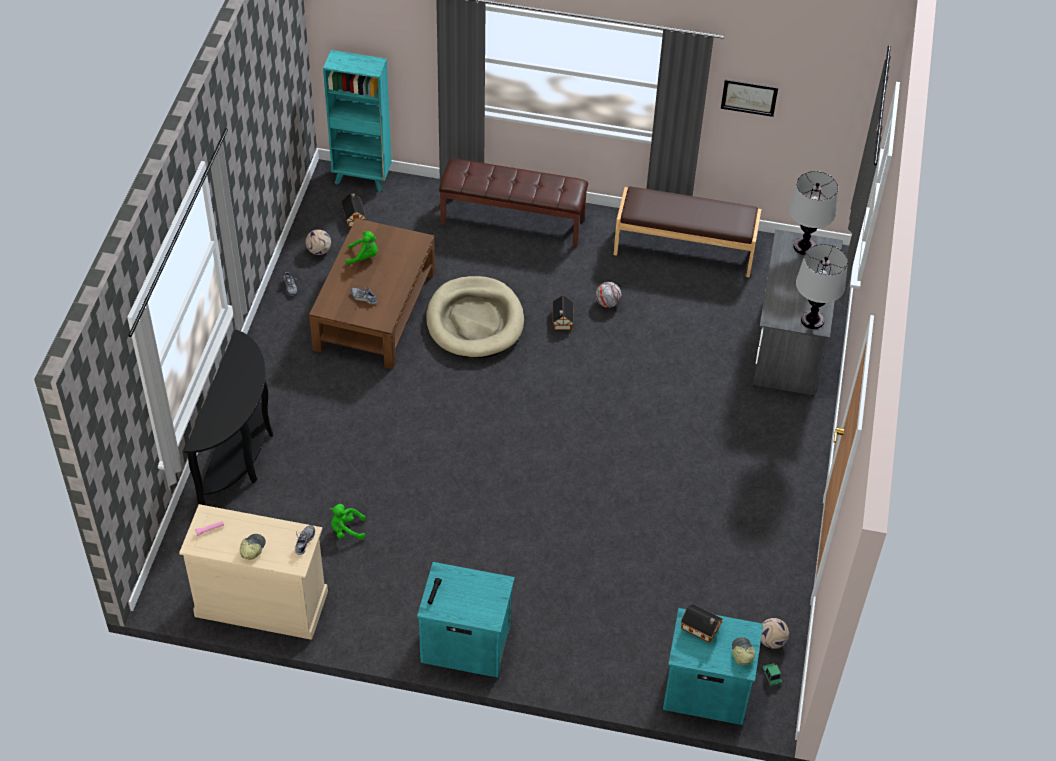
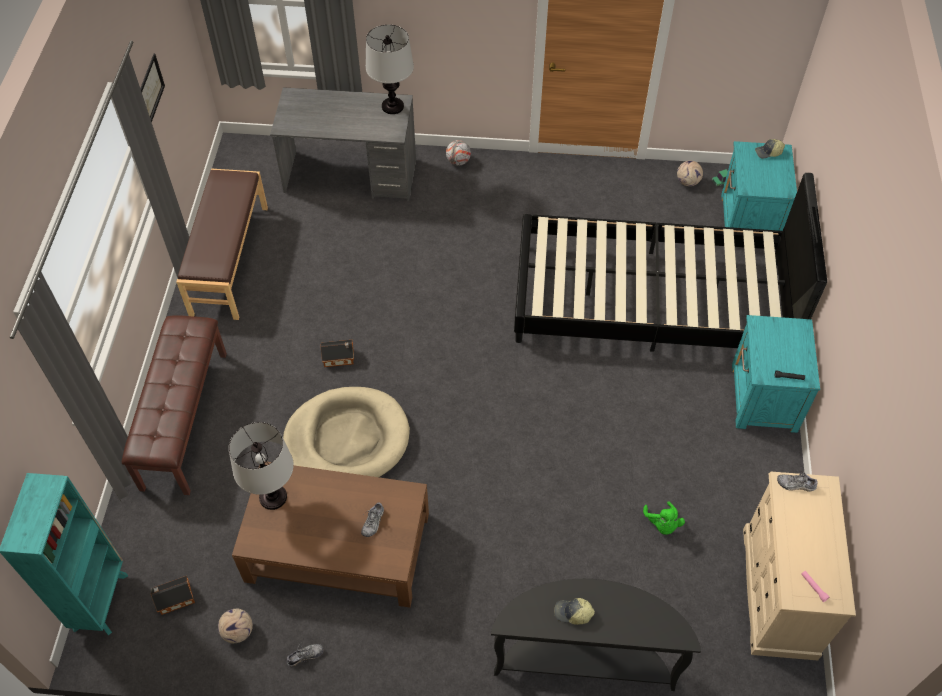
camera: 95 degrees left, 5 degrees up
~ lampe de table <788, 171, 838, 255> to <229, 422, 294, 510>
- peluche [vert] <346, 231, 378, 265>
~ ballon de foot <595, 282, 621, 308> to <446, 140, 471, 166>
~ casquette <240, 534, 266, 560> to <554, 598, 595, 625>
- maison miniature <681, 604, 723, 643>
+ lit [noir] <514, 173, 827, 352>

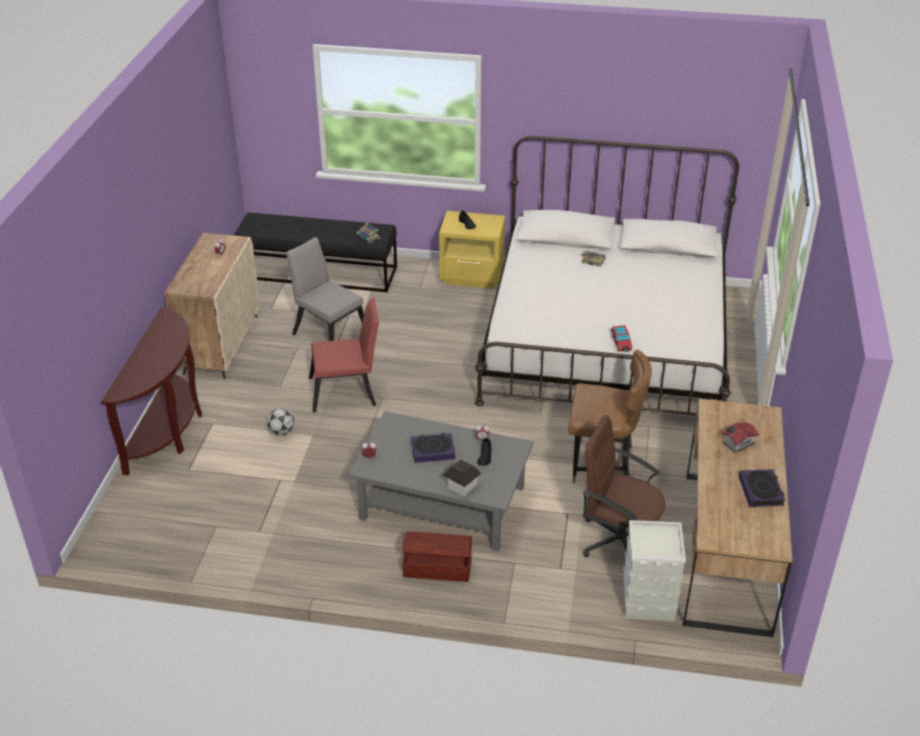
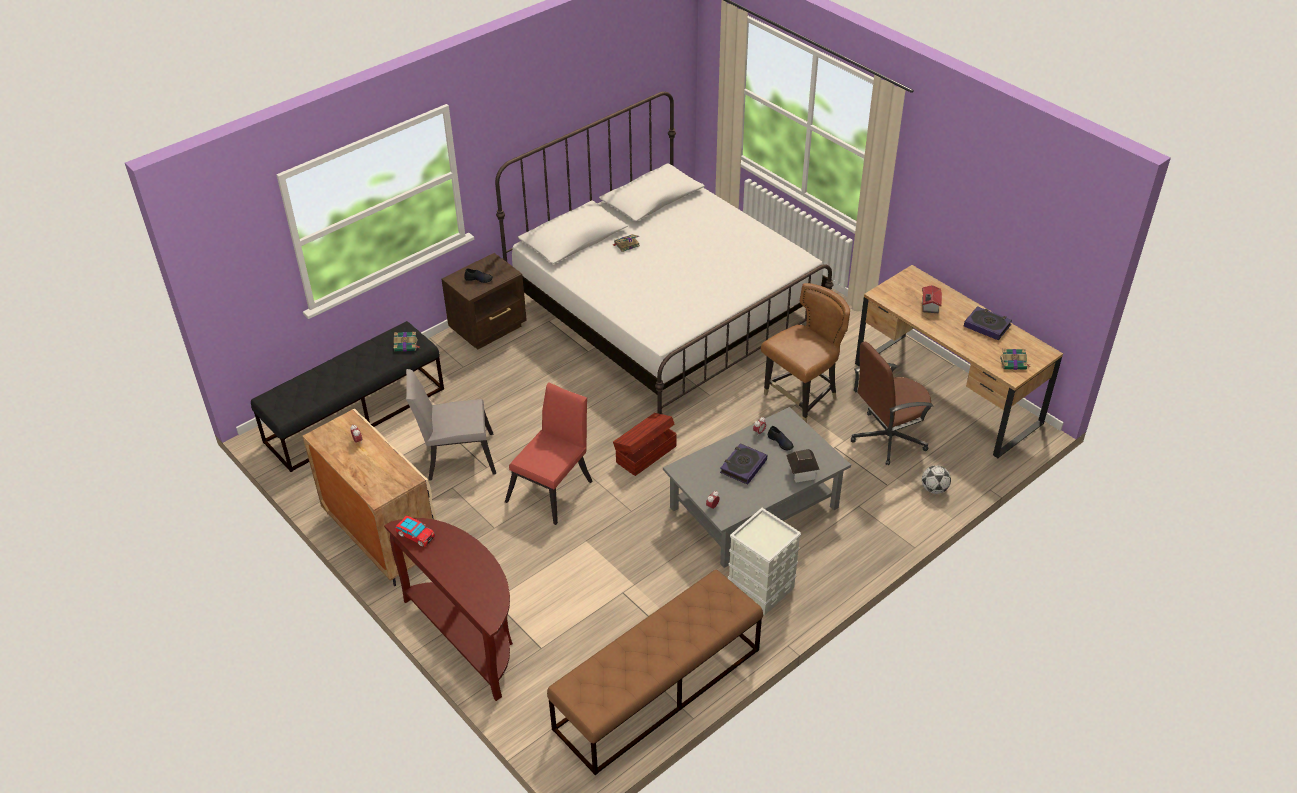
camera: 50 degrees left, 5 degrees up
~ table de chevet [jaune] <439, 211, 505, 289> to table de chevet [marron] <441, 253, 527, 349>
~ petite voiture <611, 325, 632, 351> to <395, 516, 435, 547>
~ ballon de foot <267, 408, 294, 436> to <922, 465, 951, 494>
~ boîte de rangement [gris] <623, 520, 686, 621> to <728, 508, 801, 616>
~ boîte de rangement [marron] <402, 531, 472, 582> to <613, 413, 677, 476>
+ livre <1000, 349, 1031, 370>
+ banc [marron] <547, 569, 763, 775>

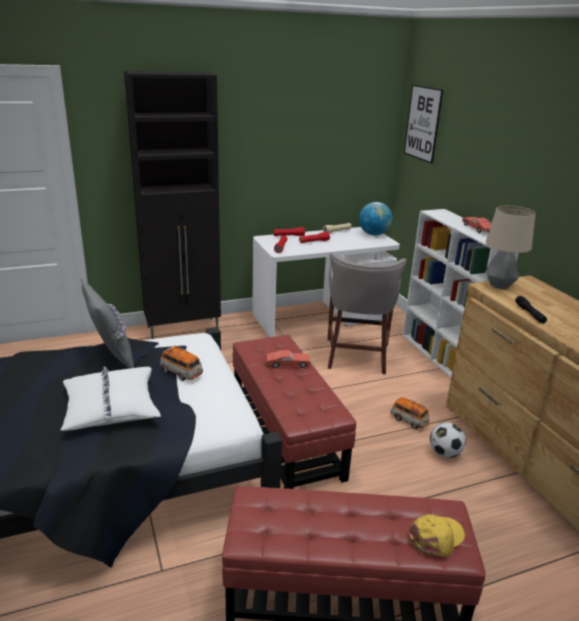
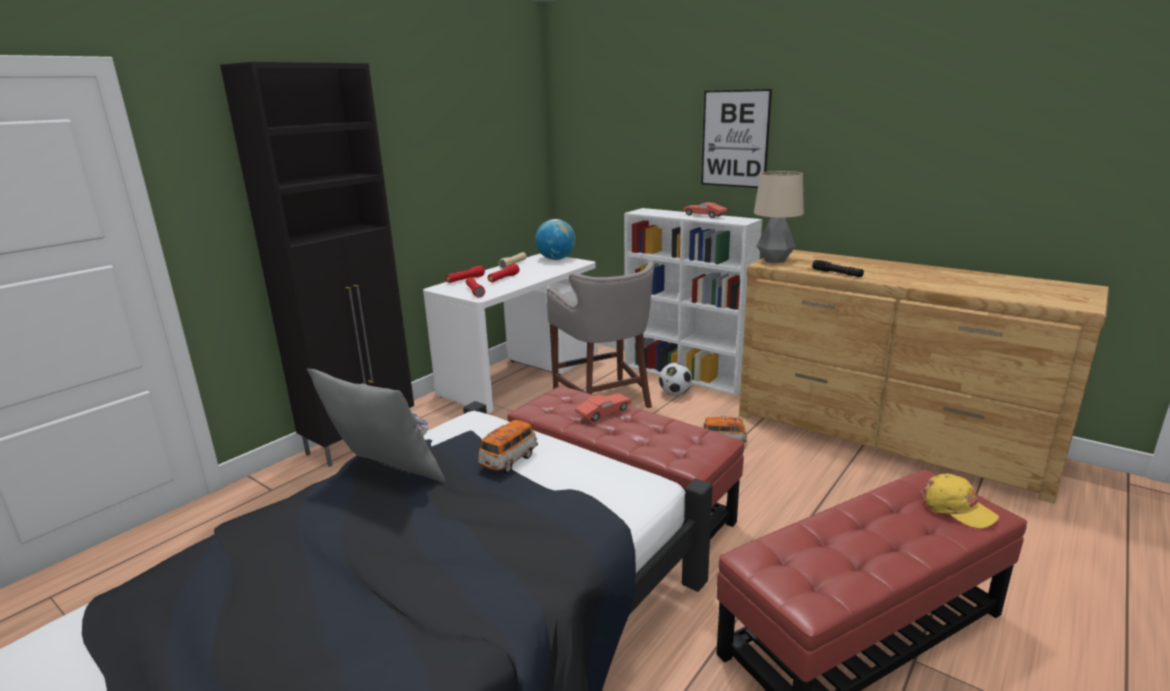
camera: 30 degrees left, 5 degrees down
~ tableau <404, 85, 443, 163> to <701, 89, 772, 188>
~ petite voiture <160, 346, 203, 381> = <478, 420, 538, 474> 60 degrees counterclockwise
- coussin [blanc] <61, 366, 161, 431>
~ ballon de foot <430, 422, 466, 458> to <659, 363, 692, 396>
~ casquette [jaune] <409, 514, 465, 557> = <921, 474, 999, 529> 120 degrees clockwise

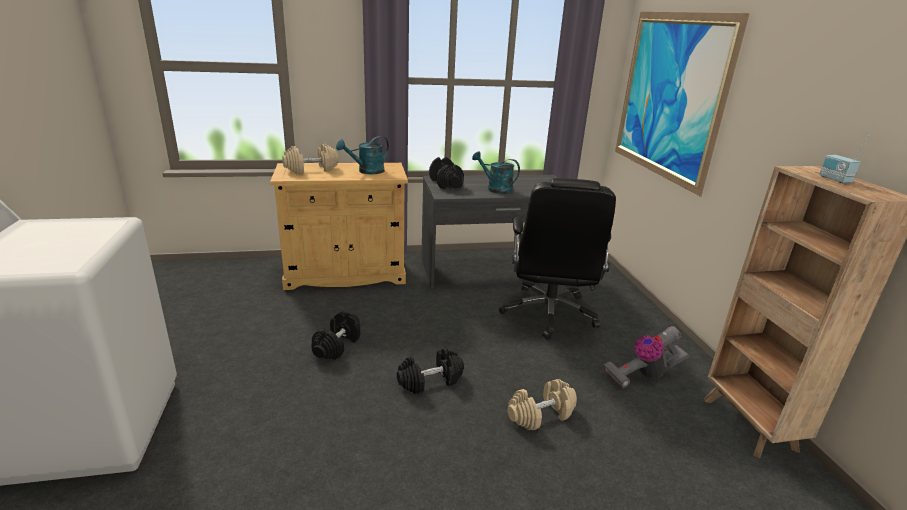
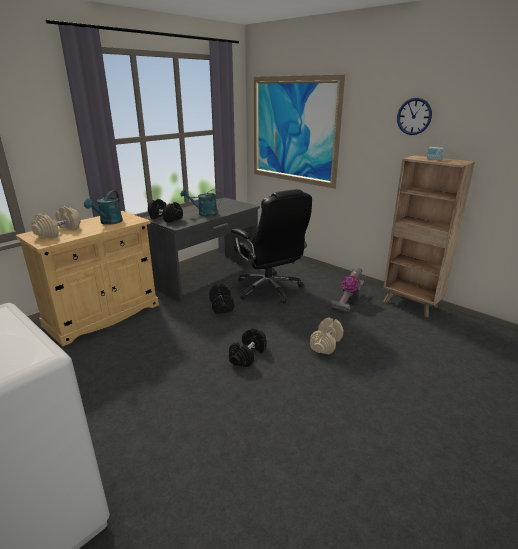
camera: 35 degrees left, 0 degrees up
~ haltère [noir] <311, 312, 360, 360> to <209, 284, 234, 314>
+ horloge murale <397, 98, 432, 135>

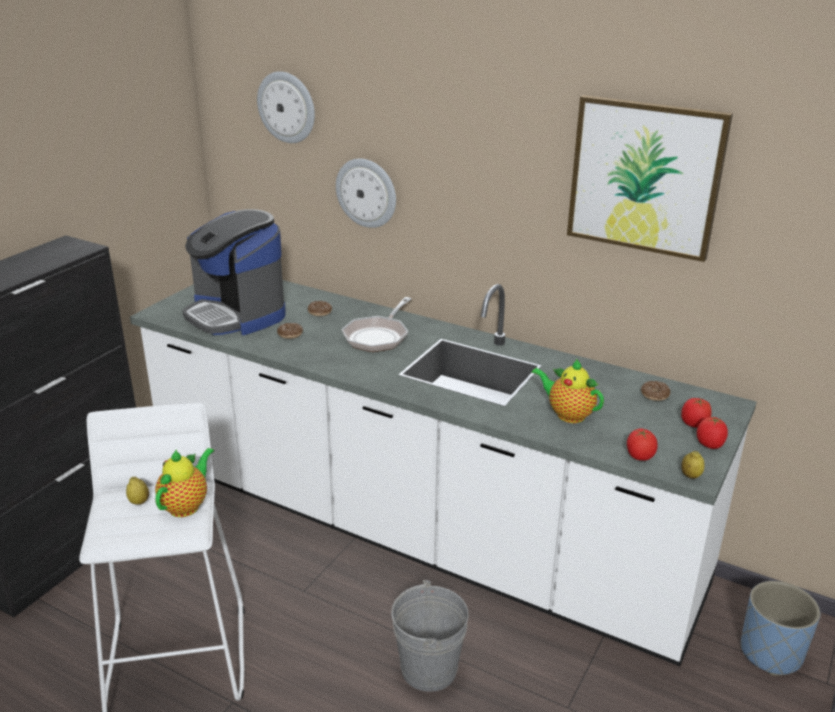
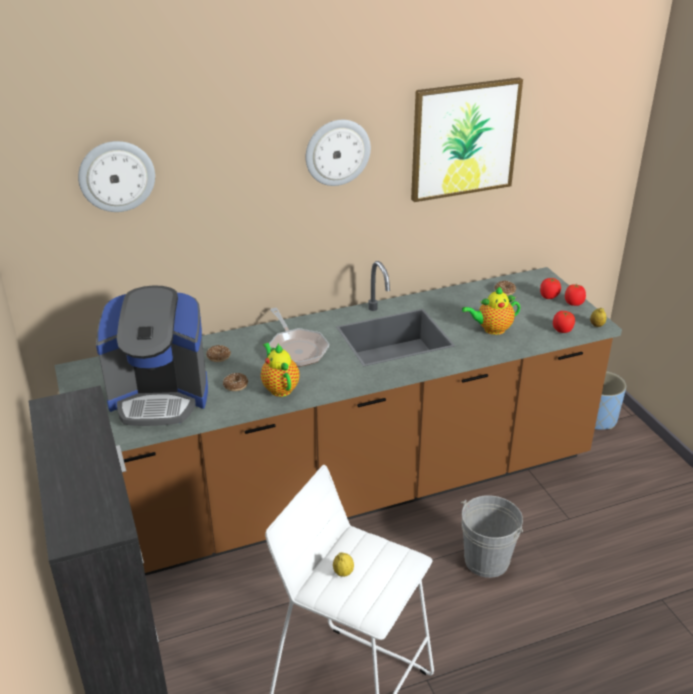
camera: 50 degrees left, 5 degrees up
~ horloge murale <336, 159, 396, 228> to <306, 120, 371, 186>
~ comptoir de cuisine [blanc] <130, 280, 757, 666> to comptoir de cuisine [marron] <55, 261, 622, 576>
~ théière <155, 448, 214, 517> to <261, 343, 300, 397>

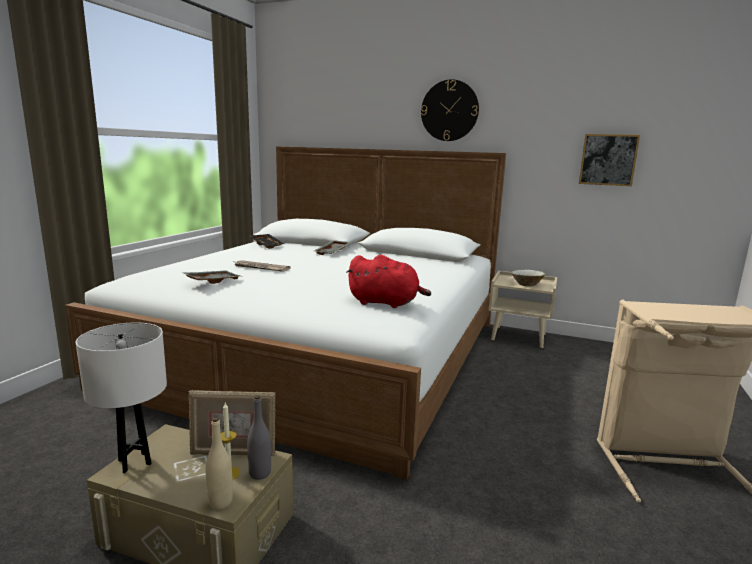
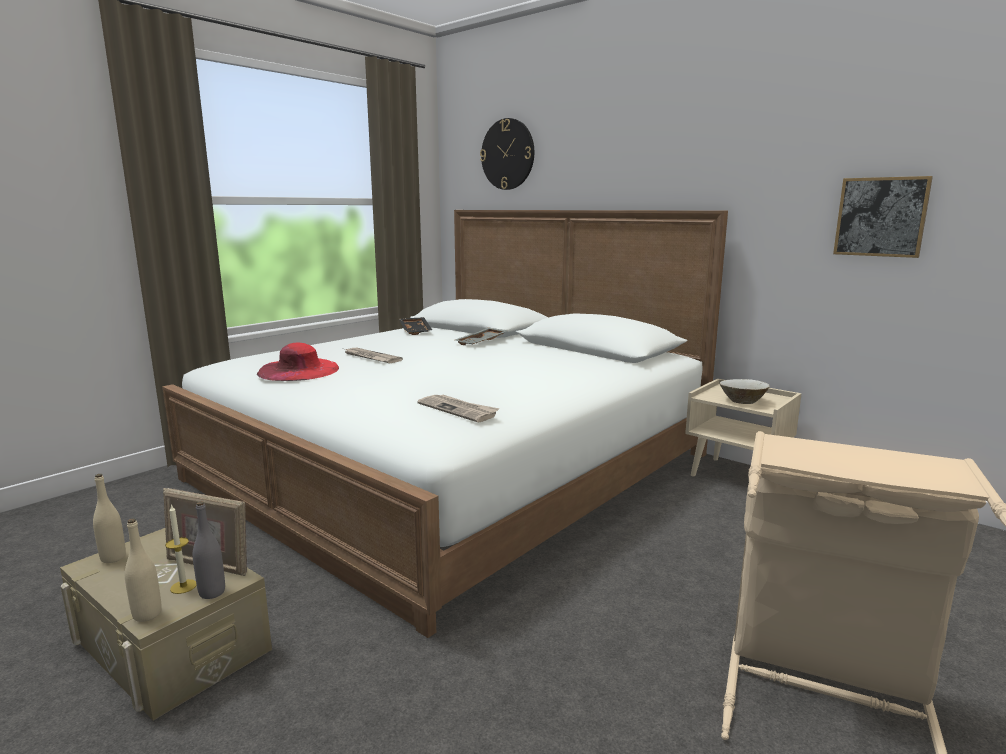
camera: 20 degrees right, 0 degrees up
~ horloge murale <421, 79, 479, 141> to <480, 118, 534, 190>
~ peluche [rouge] <346, 255, 431, 308> to journal <417, 395, 500, 422>
~ plateau [gris] <181, 270, 241, 284> to chapeau [rouge] <257, 342, 339, 381>
~ lampe de table [blanc] <76, 323, 167, 473> to bouteille [beige] <93, 474, 126, 563>

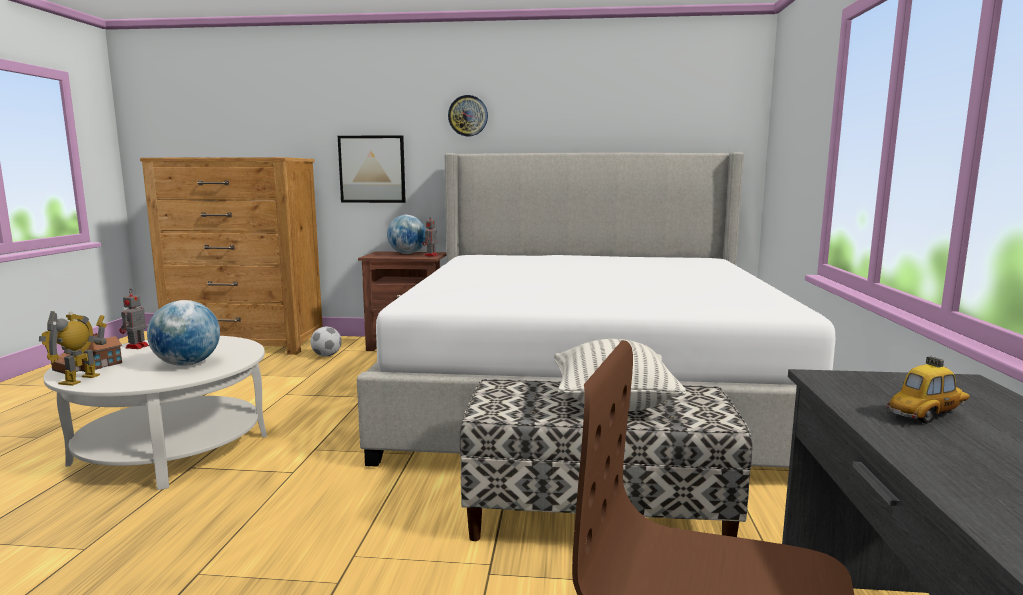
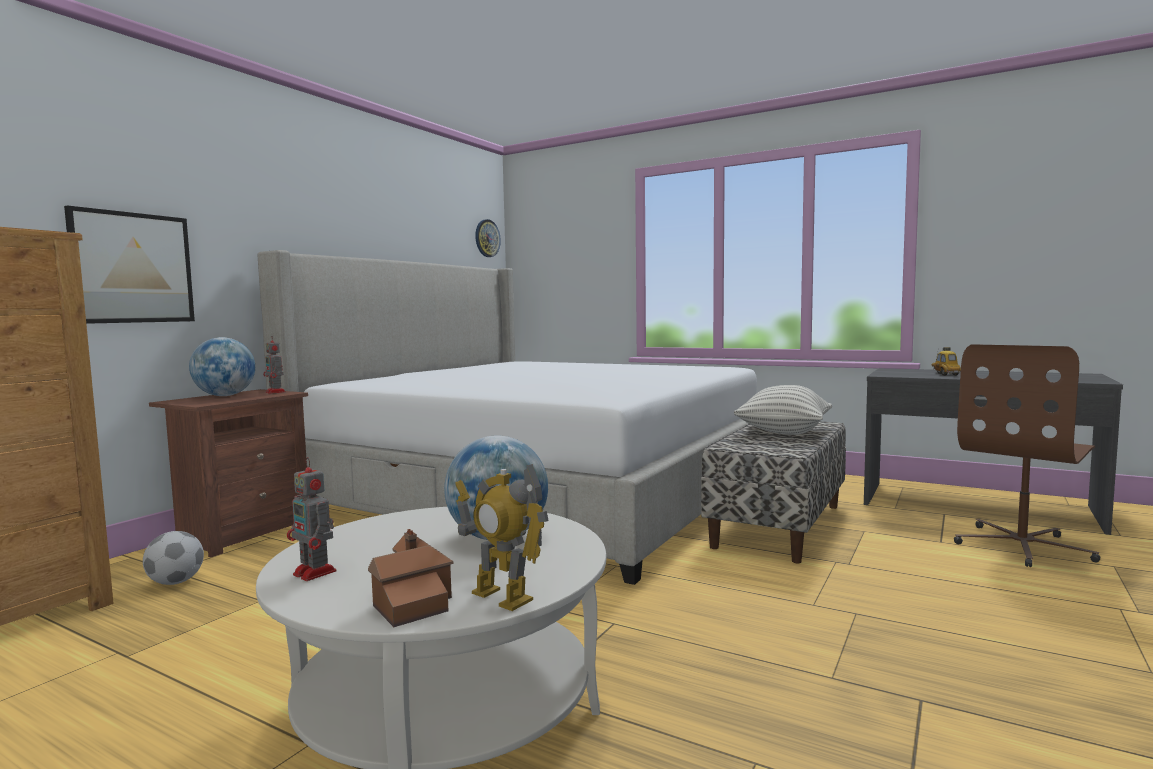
camera: 65 degrees left, 5 degrees down
~ horloge murale <448, 95, 488, 136> to <475, 219, 501, 257>

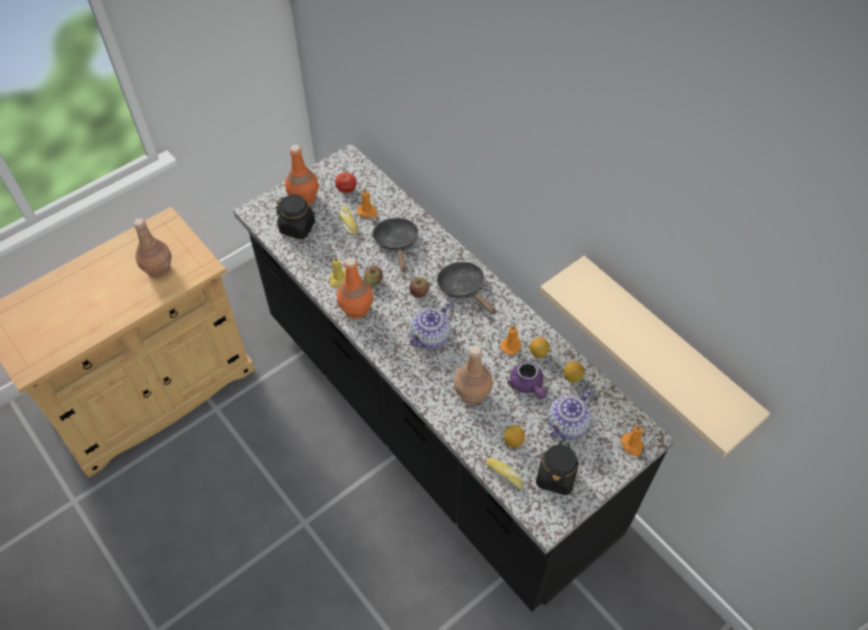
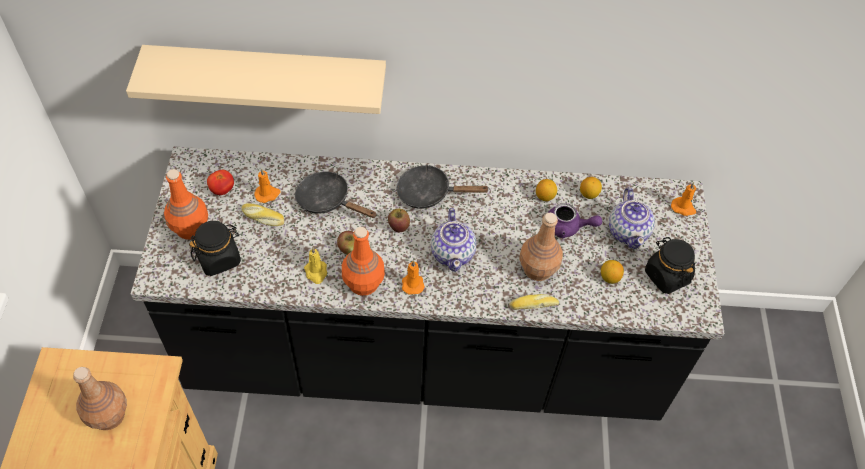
camera: 50 degrees left, 0 degrees up
~ étagère [beige] <540, 256, 770, 457> to <126, 45, 386, 114>
~ bougie [orange] <500, 325, 522, 355> to <402, 260, 425, 294>
~ pain <486, 458, 524, 490> to <509, 294, 559, 310>

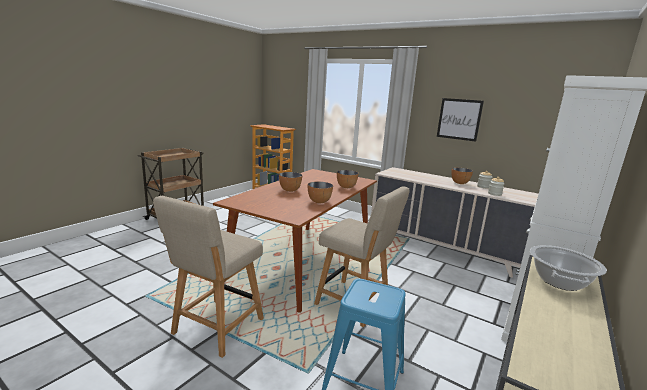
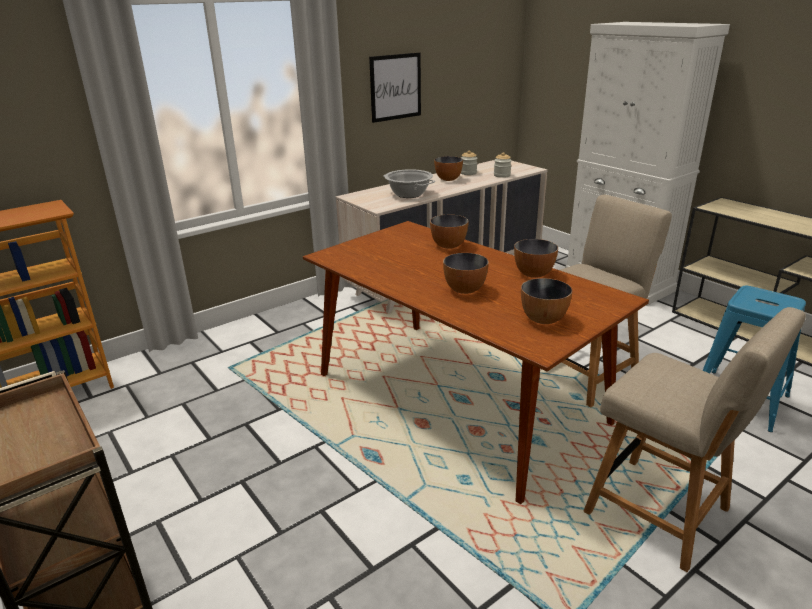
camera: 70 degrees left, 10 degrees up
~ marmite <530, 245, 607, 291> to <383, 169, 435, 198>
+ bol <521, 278, 572, 324>

